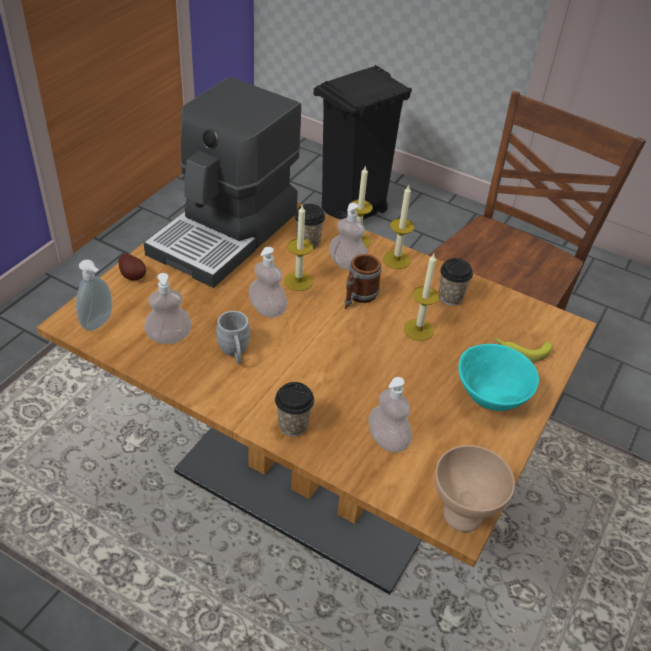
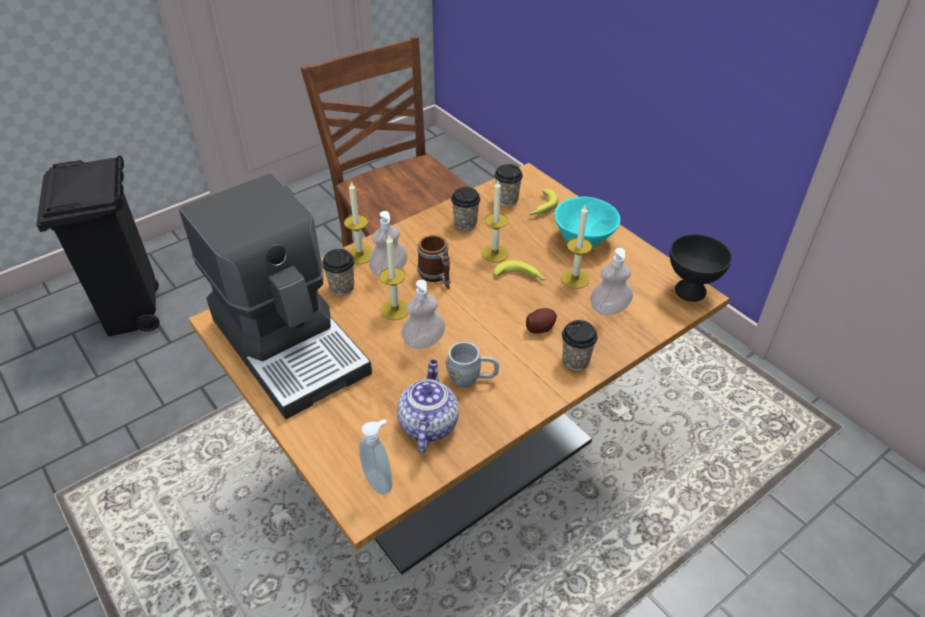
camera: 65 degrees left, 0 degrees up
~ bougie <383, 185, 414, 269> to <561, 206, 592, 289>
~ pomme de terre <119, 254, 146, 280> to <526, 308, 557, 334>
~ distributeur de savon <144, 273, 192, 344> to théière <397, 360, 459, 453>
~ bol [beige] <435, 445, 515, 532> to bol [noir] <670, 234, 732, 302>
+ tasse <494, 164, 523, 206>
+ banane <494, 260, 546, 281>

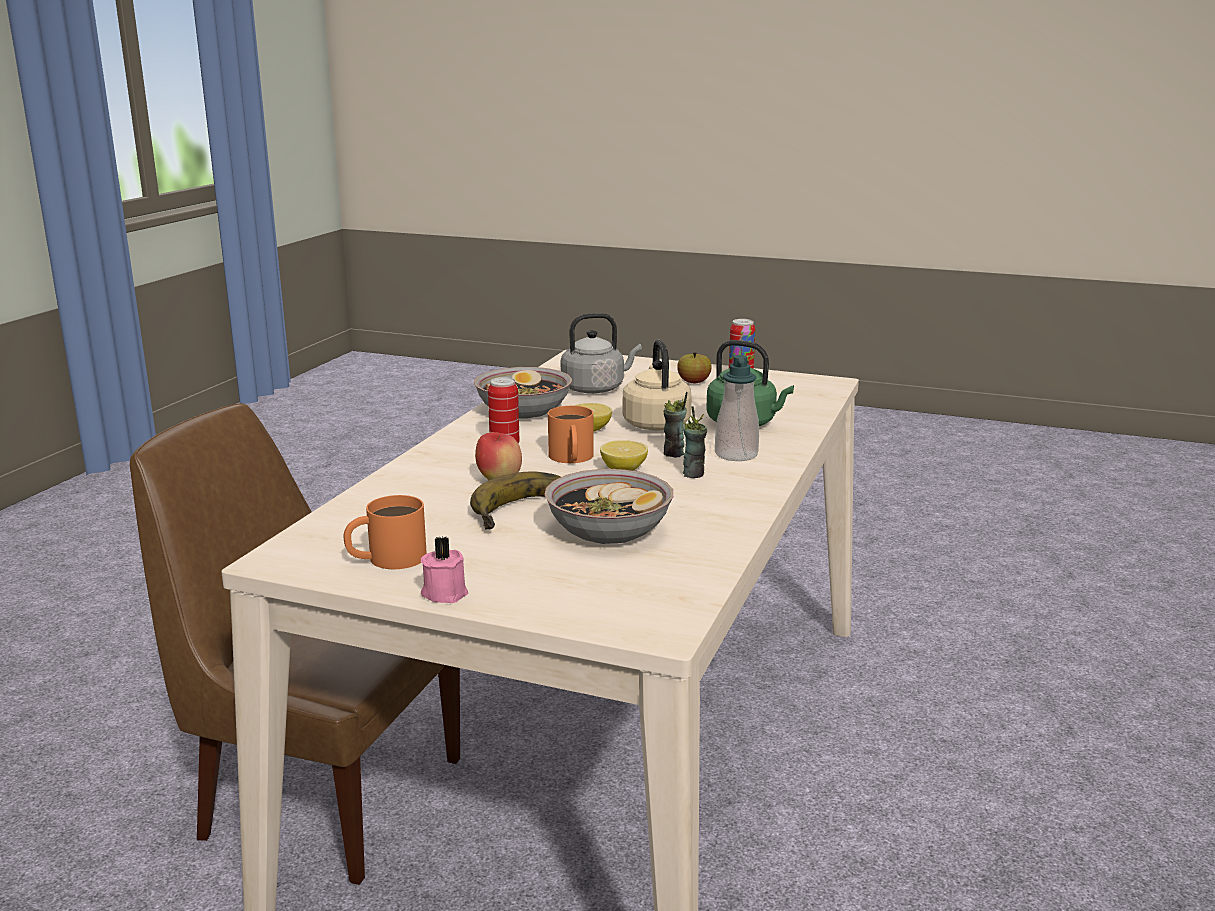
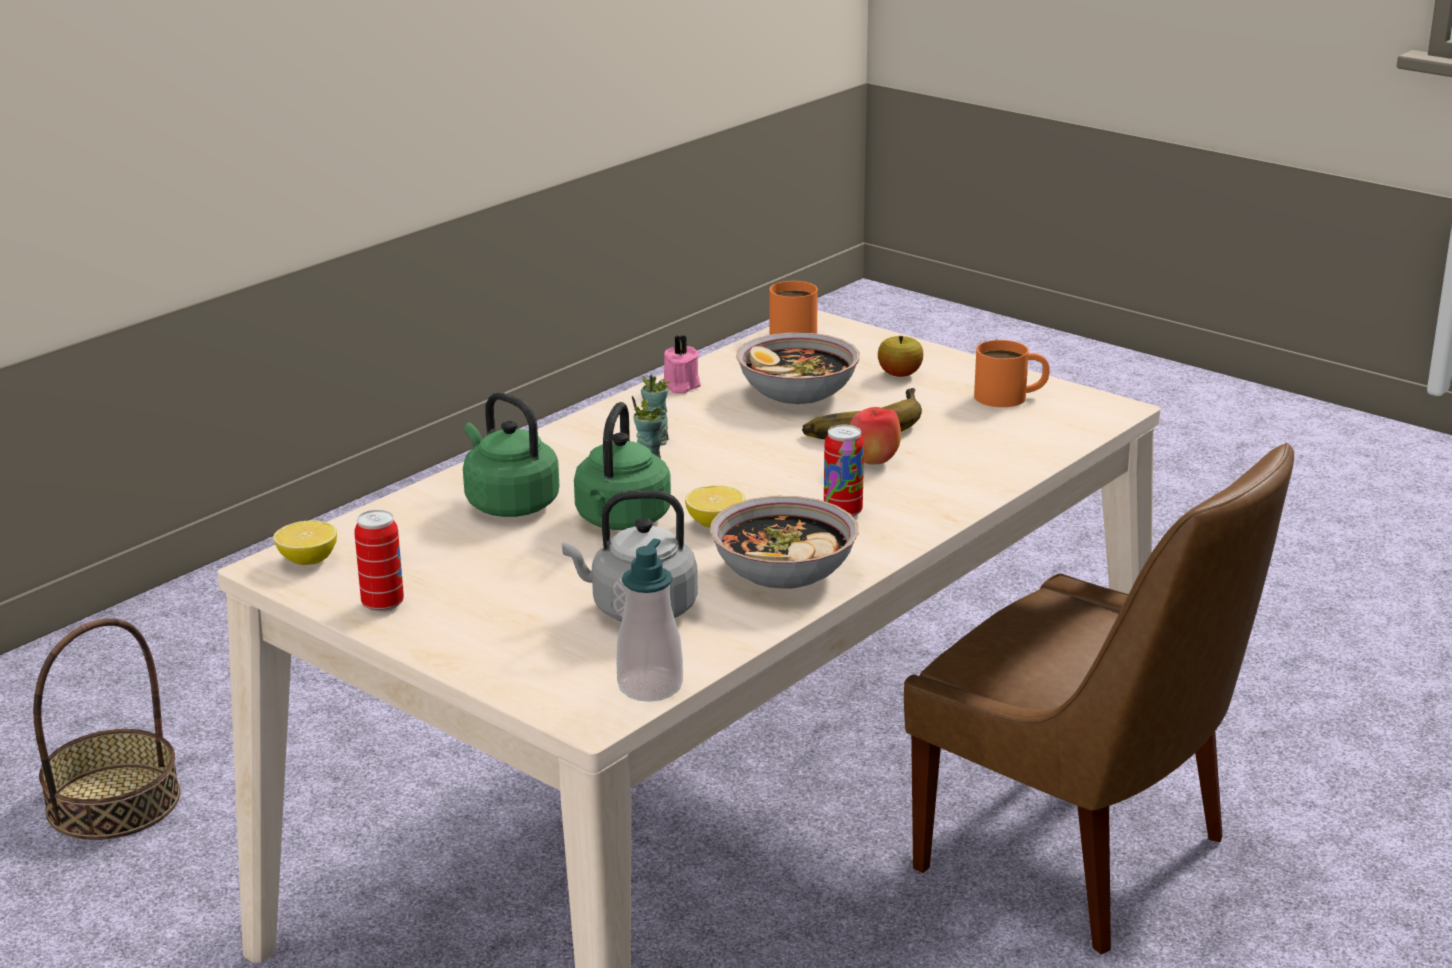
camera: 160 degrees left, 5 degrees up
~ bouilloire [beige] <623, 340, 692, 430> to bouilloire [vert] <574, 402, 671, 530>
~ pomme <677, 352, 712, 383> to <878, 336, 923, 377>
~ distributeur de savon <715, 355, 759, 461> to <616, 539, 683, 702>
~ mug [orange] <548, 406, 594, 463> to <770, 281, 818, 335>
~ citron <600, 440, 648, 471> to <273, 520, 337, 565>
~ bougie [rose] <421, 536, 468, 603> to <663, 335, 701, 394>
+ panier <33, 618, 180, 840>

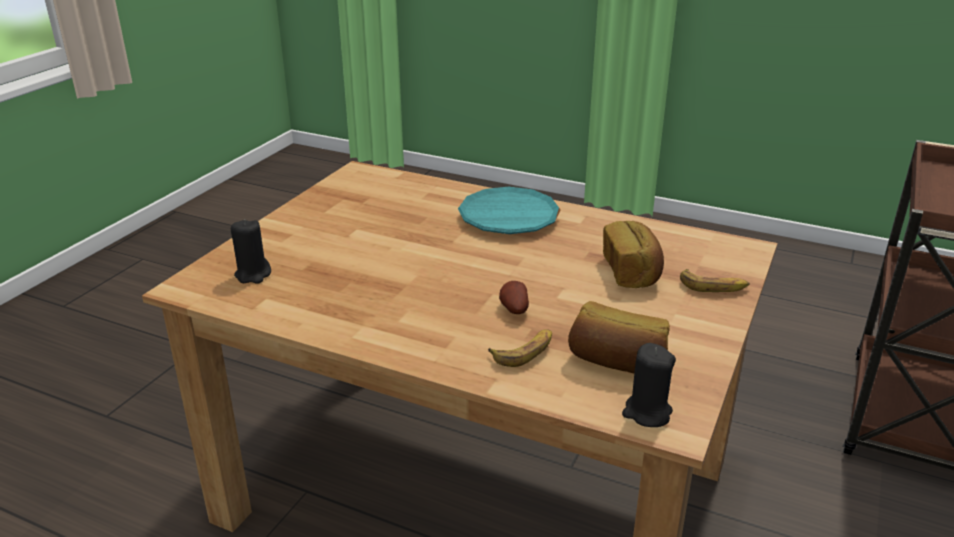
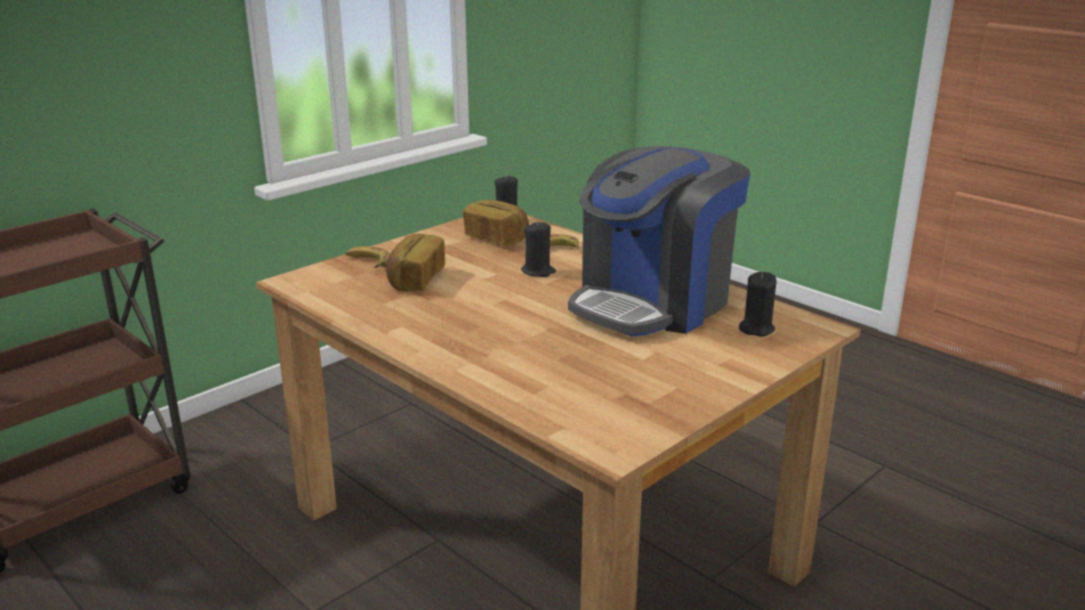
camera: 160 degrees left, 5 degrees down
- assiette [turquoise] <458, 187, 560, 234>
~ pomme de terre <499, 281, 529, 314> to bougie [noir] <521, 221, 556, 277>
+ machine à café <568, 146, 750, 336>

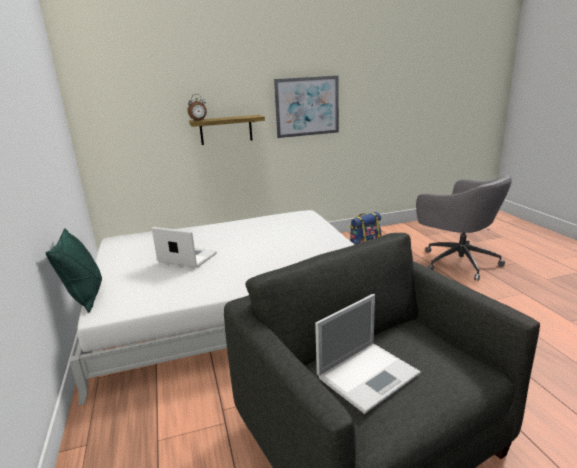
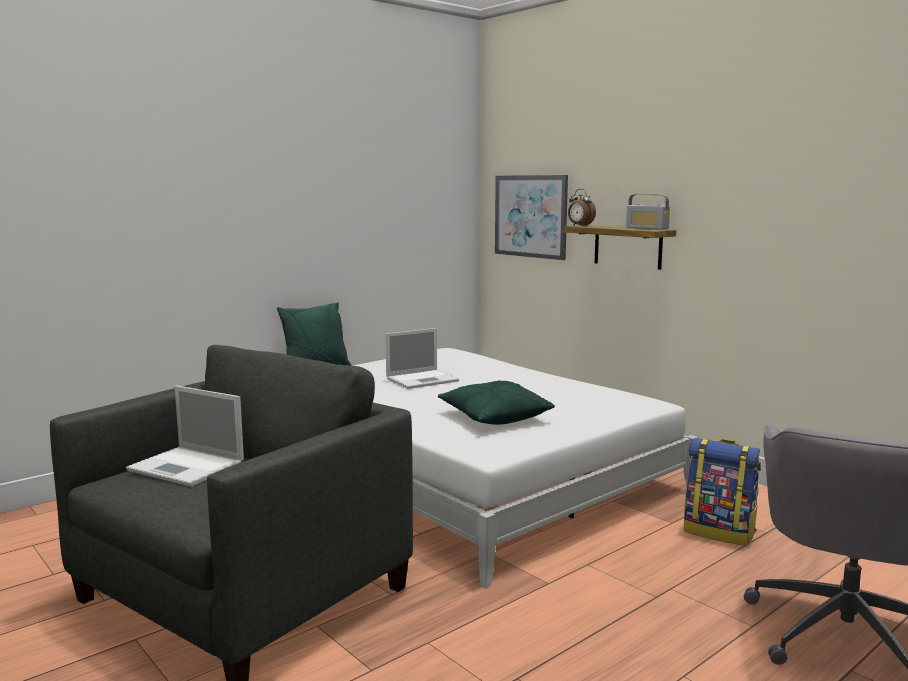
camera: 65 degrees right, 10 degrees down
~ tableau <274, 75, 339, 138> to <495, 175, 568, 260>
~ ordinateur portable <152, 227, 217, 268> = <385, 328, 459, 389> 60 degrees clockwise
+ radio <626, 194, 670, 230>
+ coussin [vert] <438, 380, 555, 425>

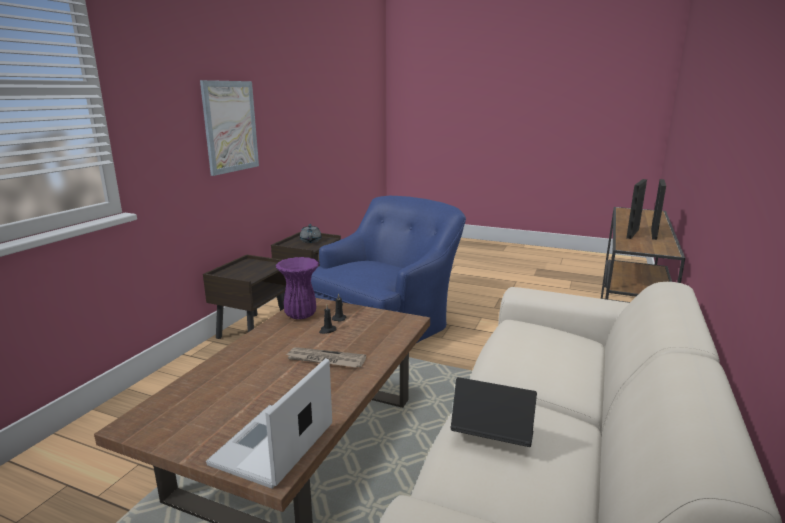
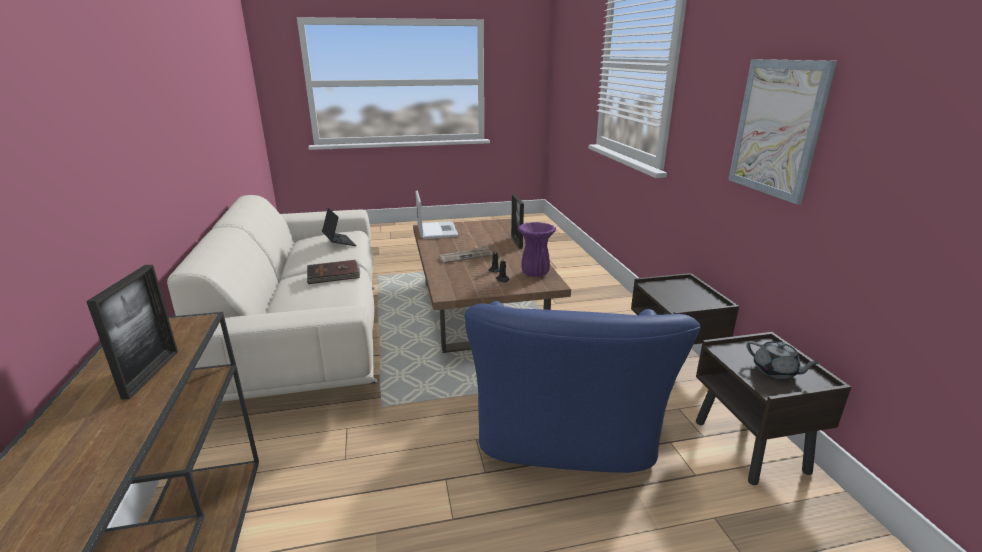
camera: 145 degrees right, 5 degrees up
~ cadre photo <651, 179, 666, 240> to <511, 194, 524, 249>
~ ordinateur portable <450, 377, 537, 447> = <322, 208, 357, 246> 105 degrees counterclockwise
+ livre [marron] <307, 260, 360, 284>

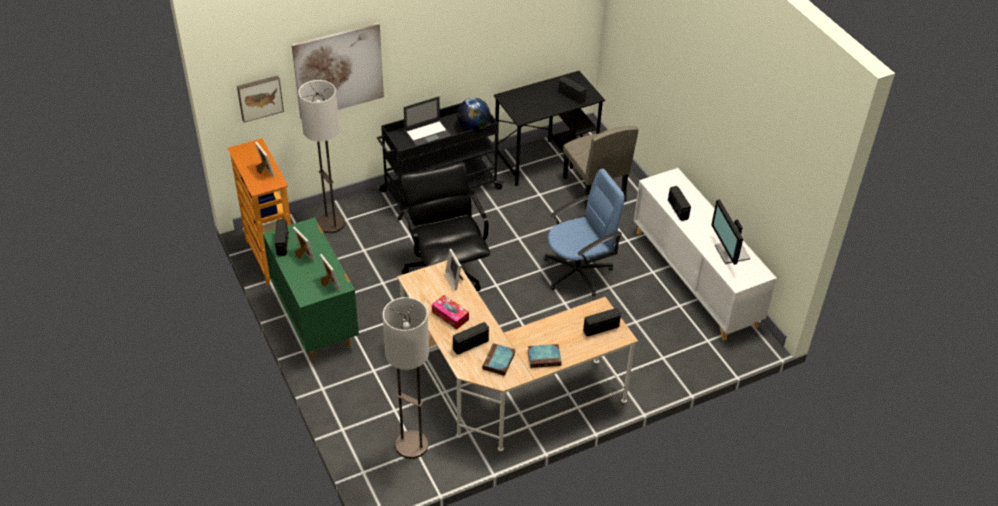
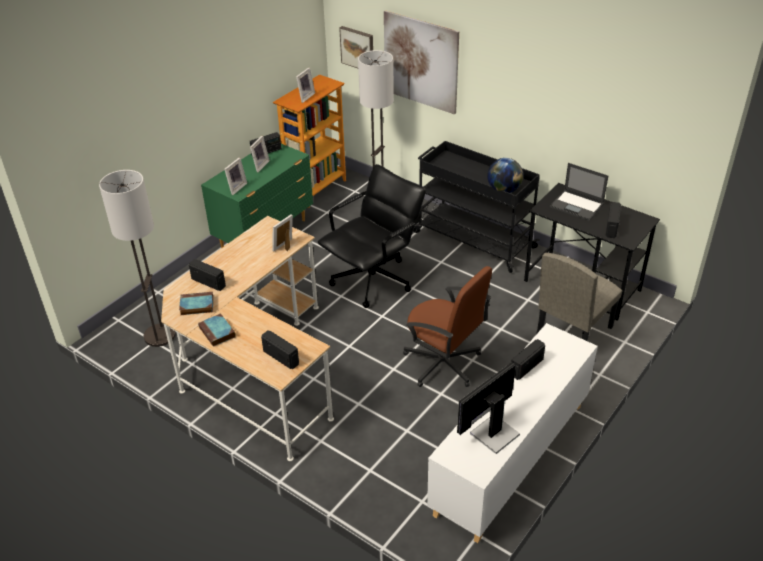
camera: 65 degrees right, 5 degrees down
~ ordinateur portable <404, 96, 452, 146> to <550, 163, 608, 221>
~ chaise de bureau [bleu] <544, 169, 624, 296> to chaise de bureau [marron] <403, 266, 492, 387>
- boîte à mouchoirs <432, 295, 469, 330>

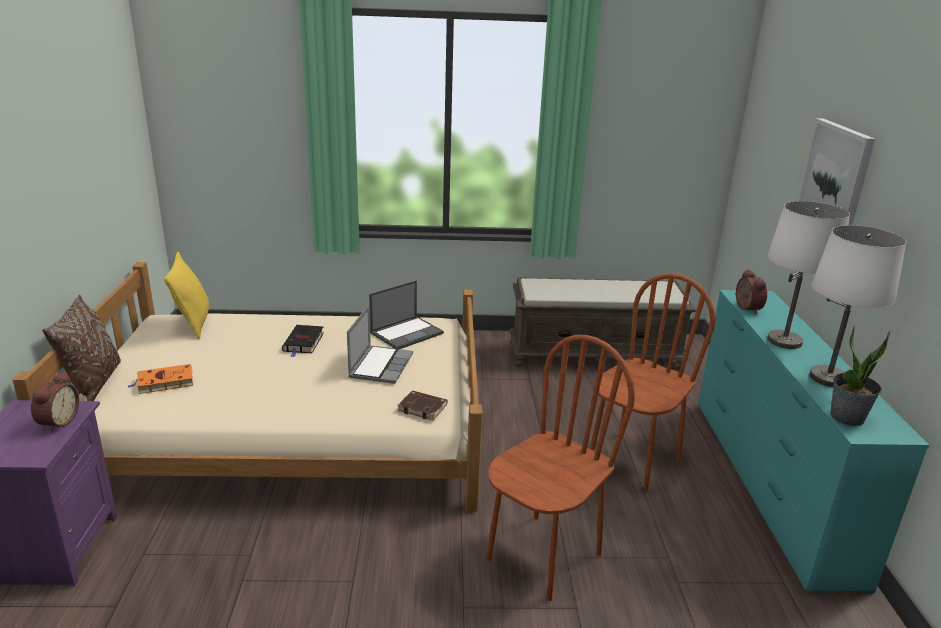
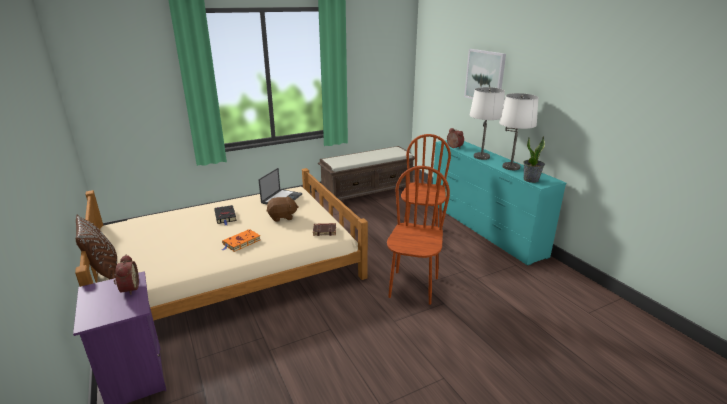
camera: 25 degrees left, 0 degrees up
- coussin [jaune] <164, 252, 209, 339>
~ ordinateur portable <347, 305, 413, 384> to peluche [marron] <266, 196, 299, 222>
~ livre [orange] <128, 364, 193, 394> to <222, 229, 261, 252>

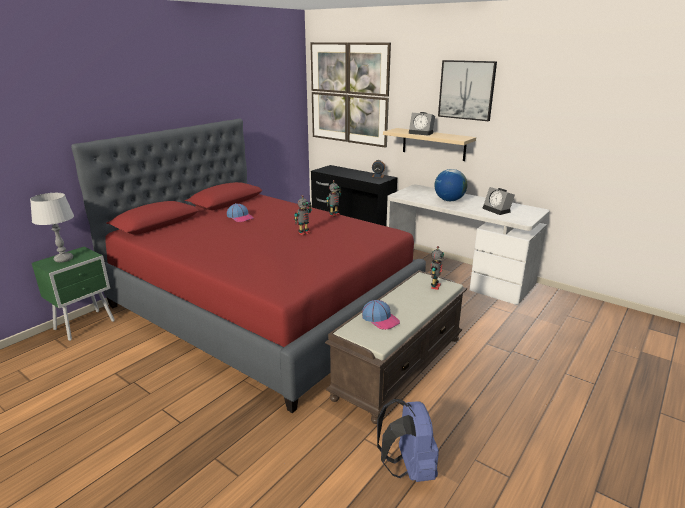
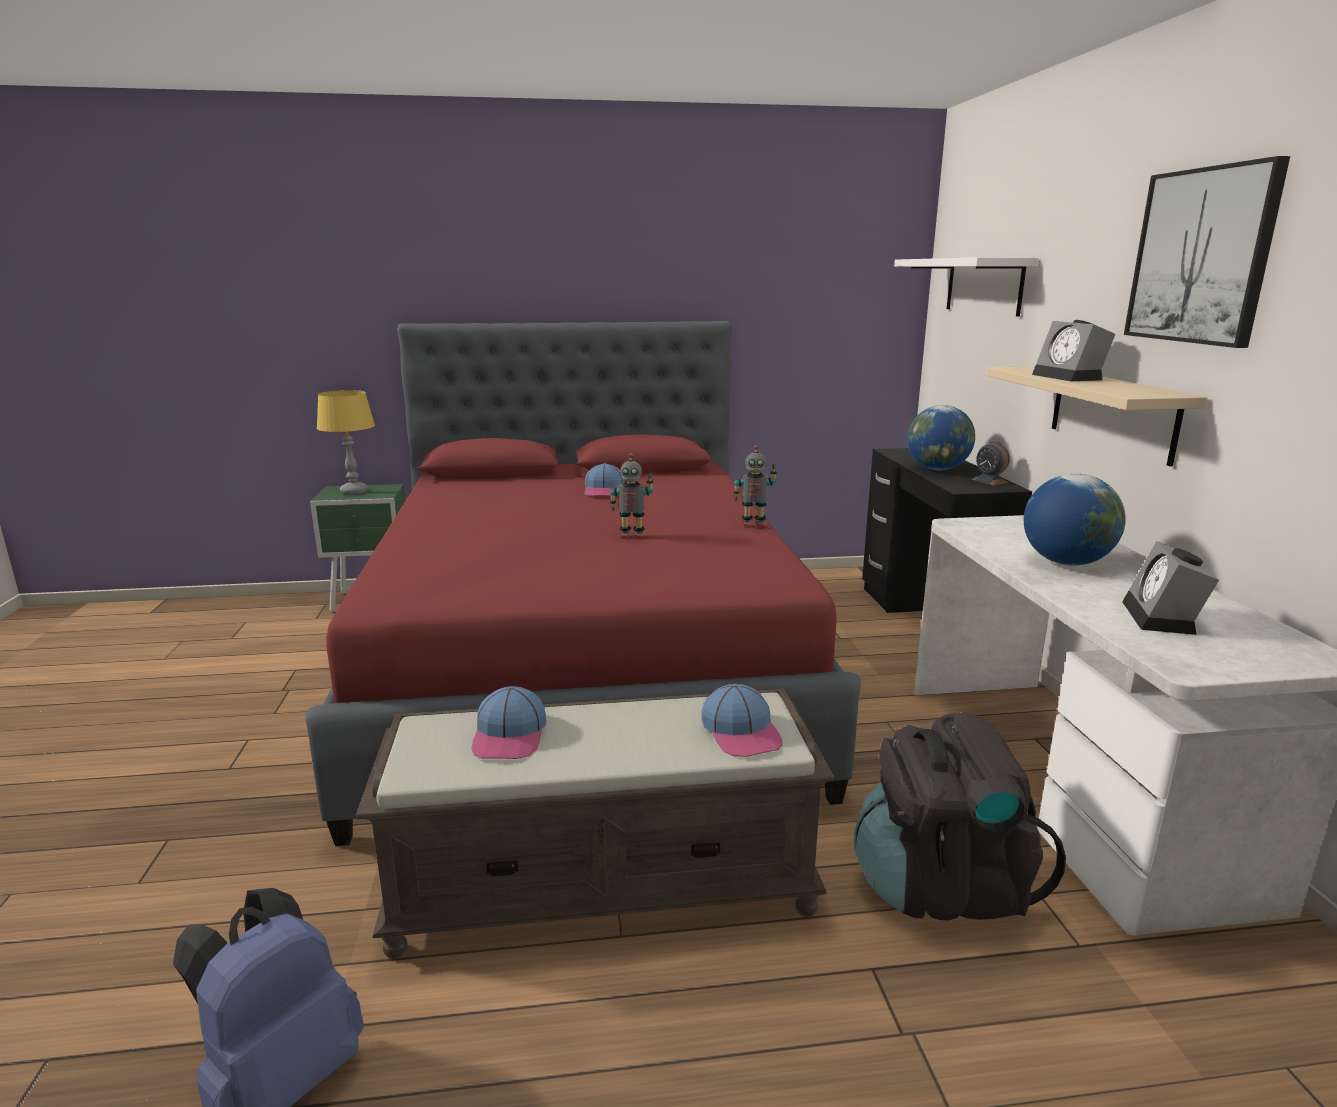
camera: 45 degrees right, 5 degrees down
~ tableau <310, 42, 391, 148> to étagère [blanc] <894, 257, 1039, 317>
~ lampe de table [gris] <30, 193, 74, 263> to lampe de table [jaune] <317, 390, 375, 494>
~ robot jouet <430, 246, 444, 290> to casquette <702, 684, 783, 757>
+ globe <907, 405, 975, 470>
+ sac à dos [noir] <854, 712, 1066, 920>

